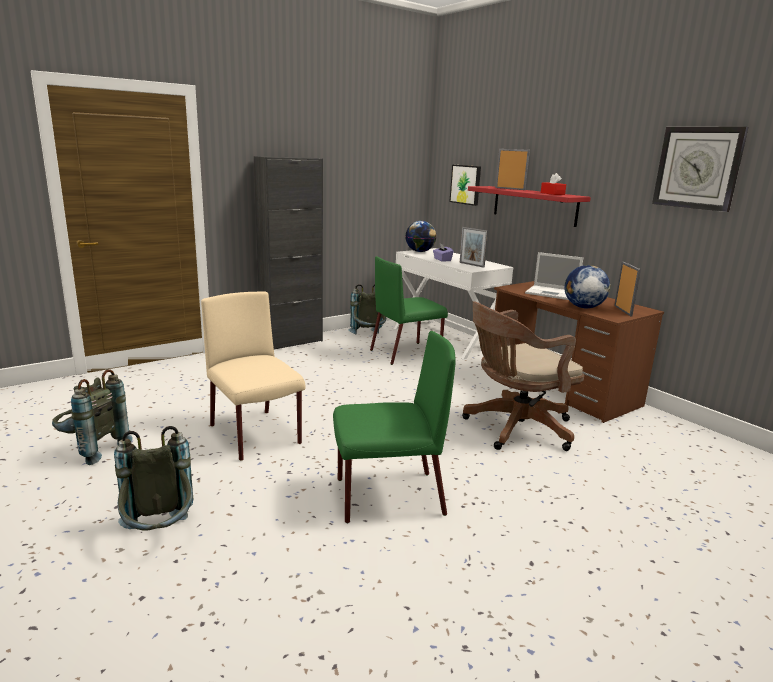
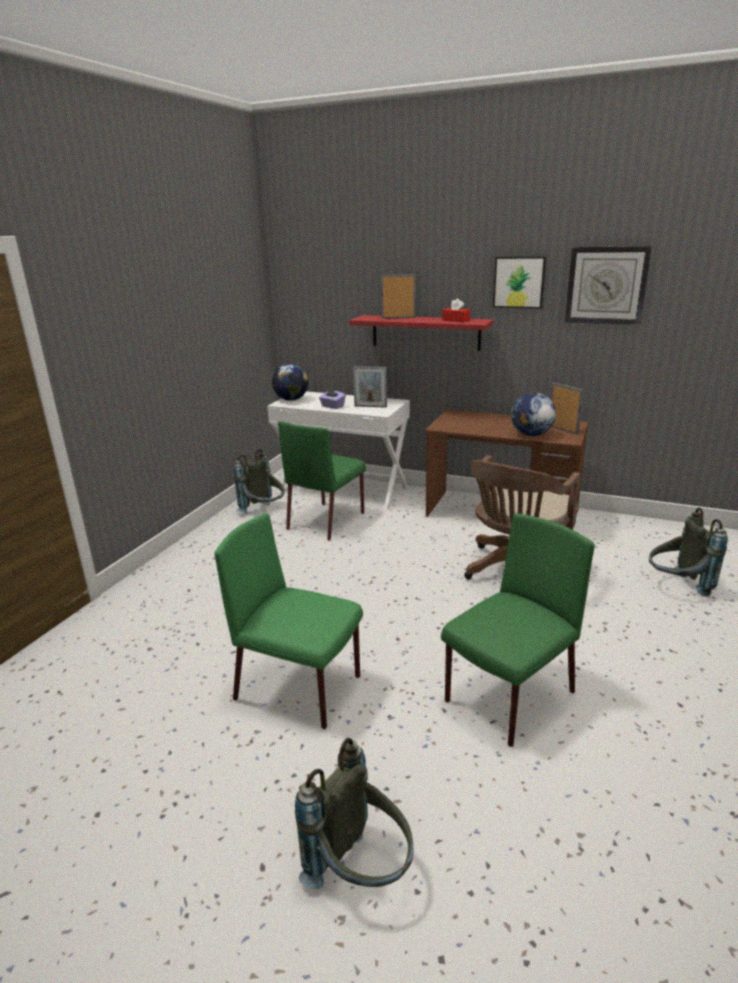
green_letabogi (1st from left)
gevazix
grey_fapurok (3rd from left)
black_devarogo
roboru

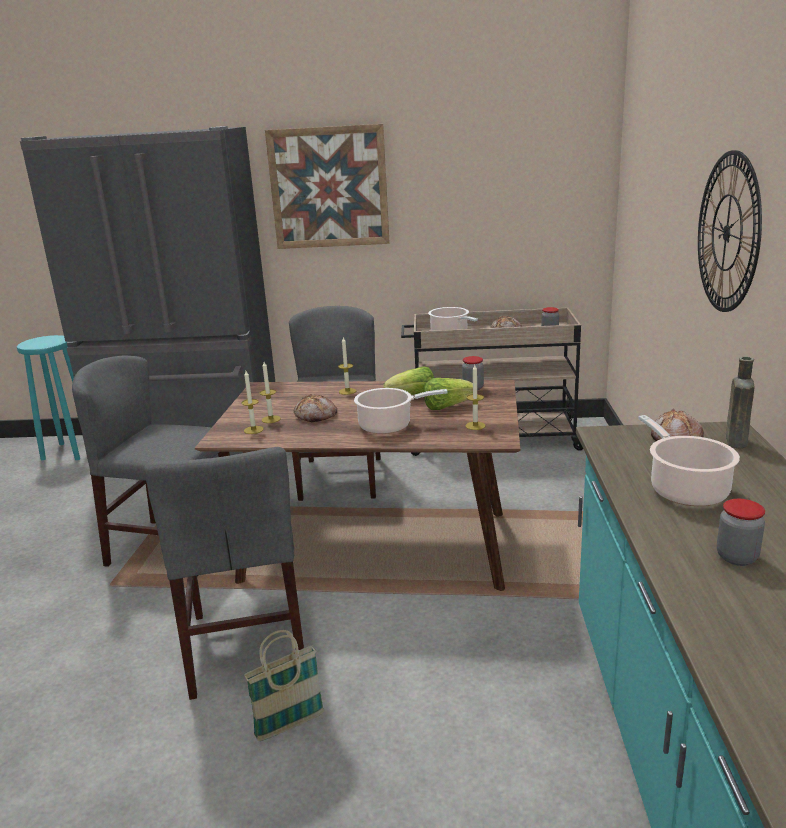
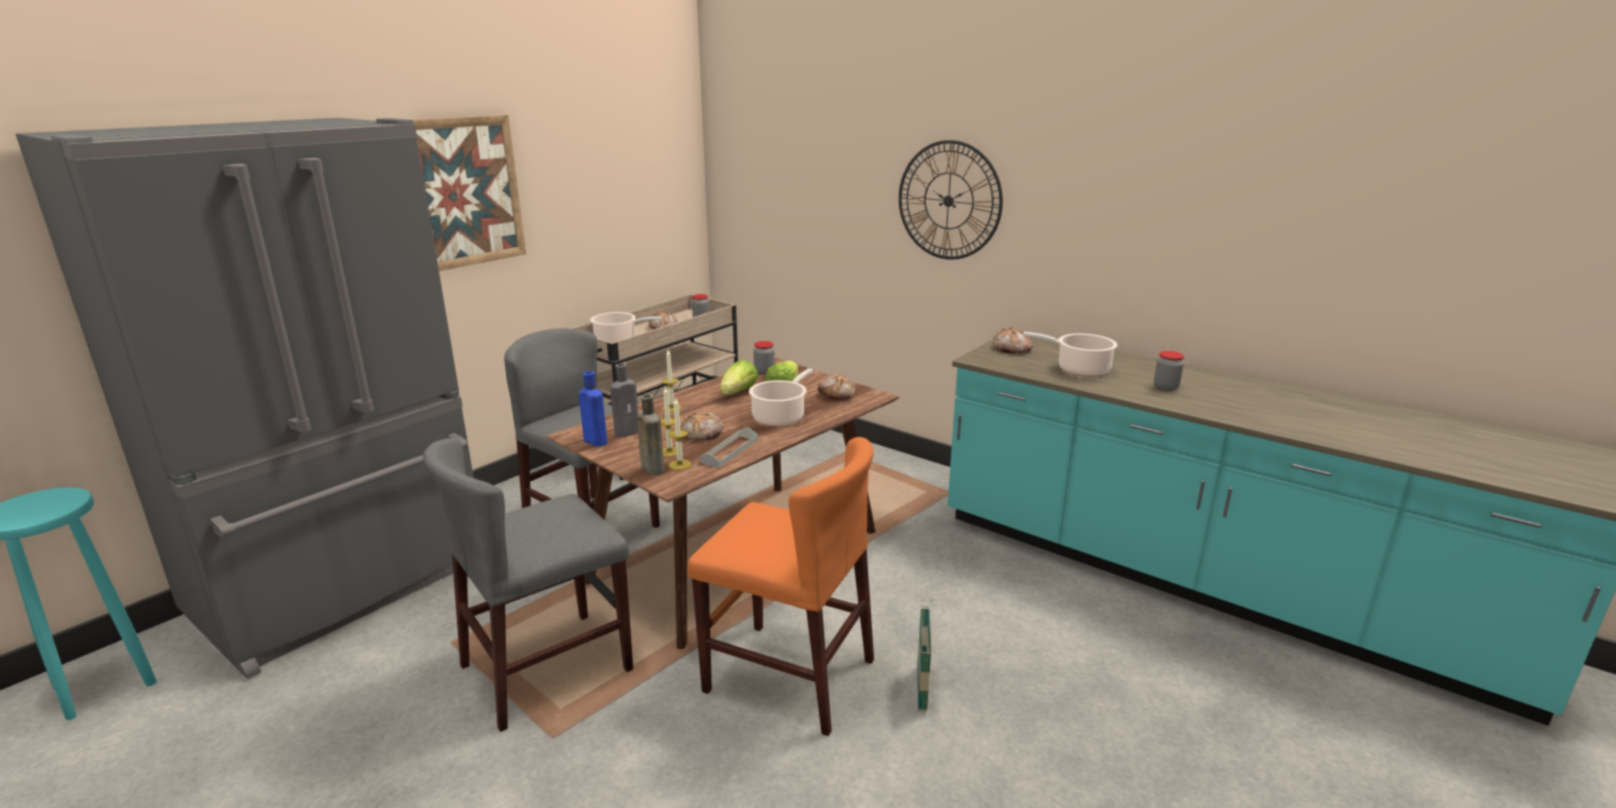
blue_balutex
grey_balutex
brown_balutex
orange_letabogi
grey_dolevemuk
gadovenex (3rd from left)

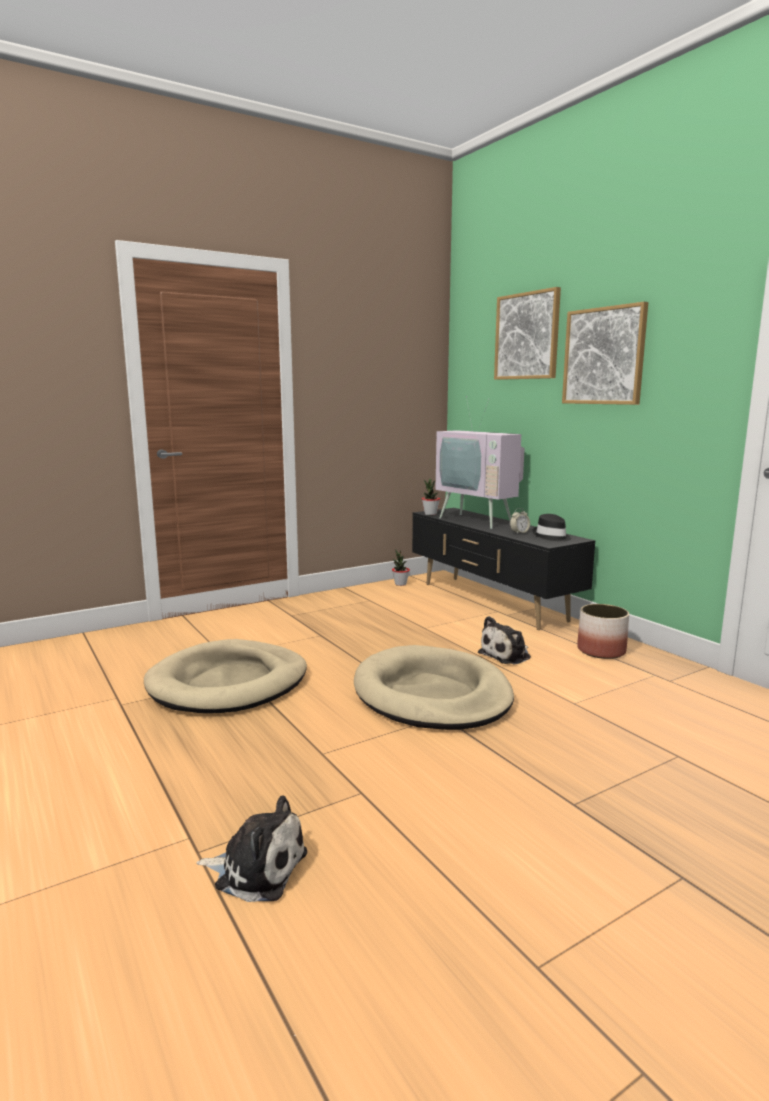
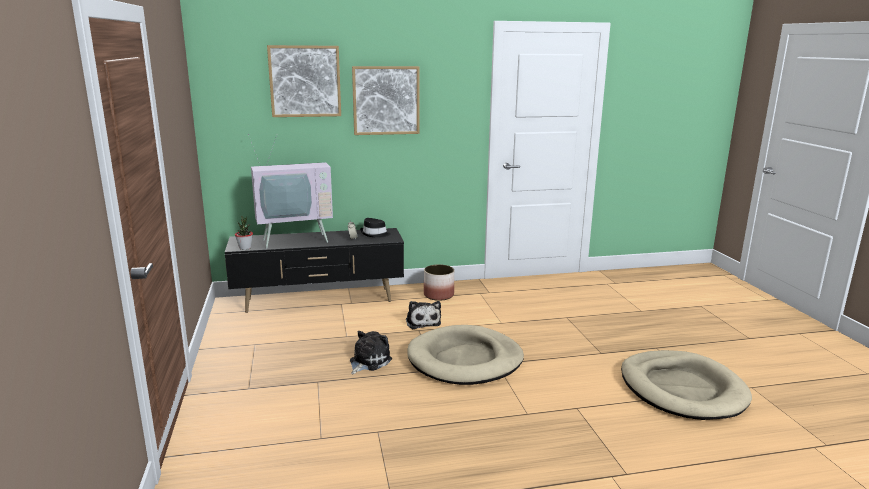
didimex (1st from left)
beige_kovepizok (2nd from left)
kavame (1st from left in the first image)

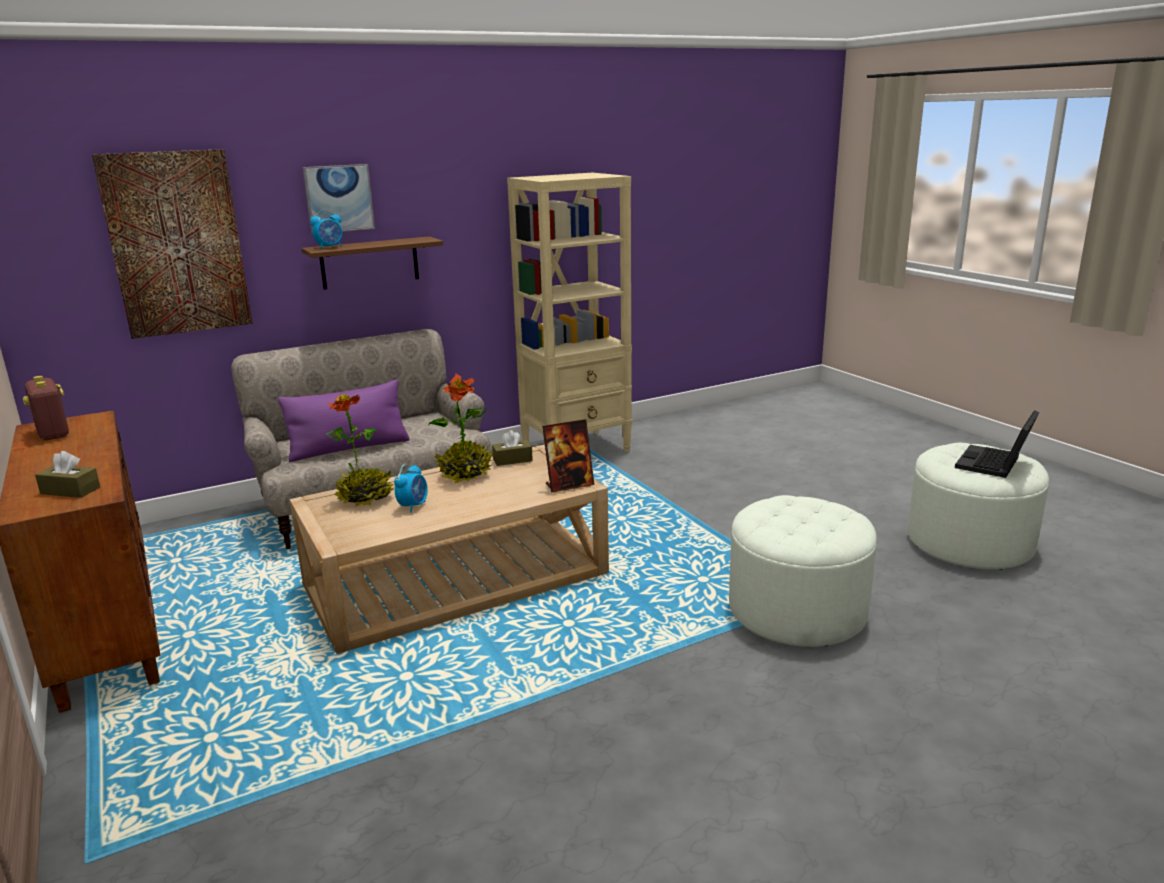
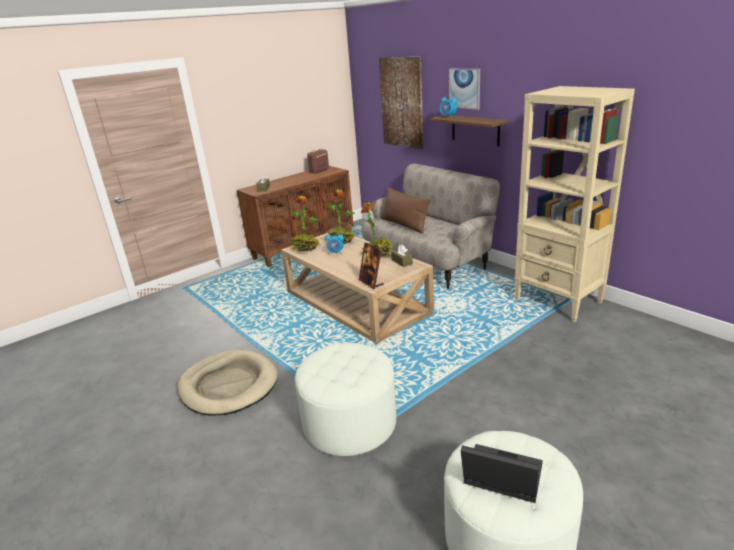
beige_kovepizok
kavame (1st from left)
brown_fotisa

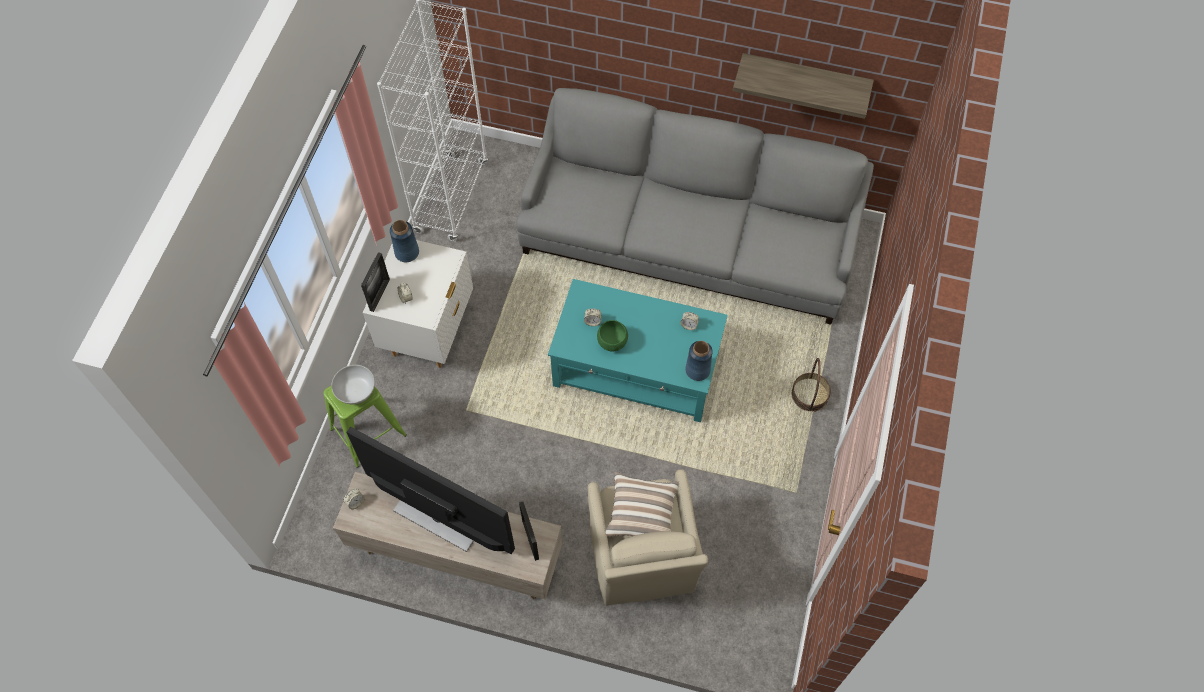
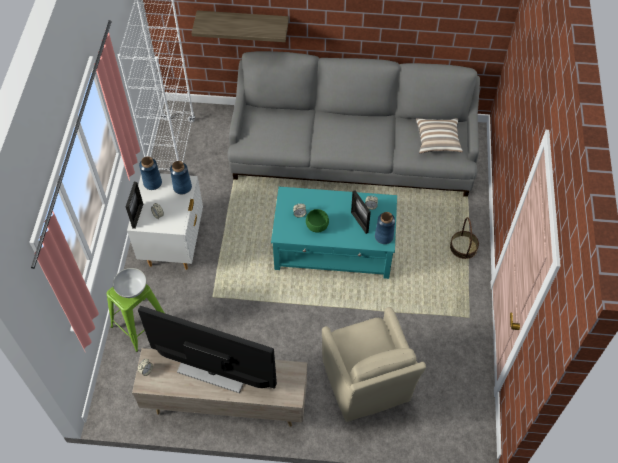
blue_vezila (2nd from left)
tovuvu
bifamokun (2nd from left)
fotisa

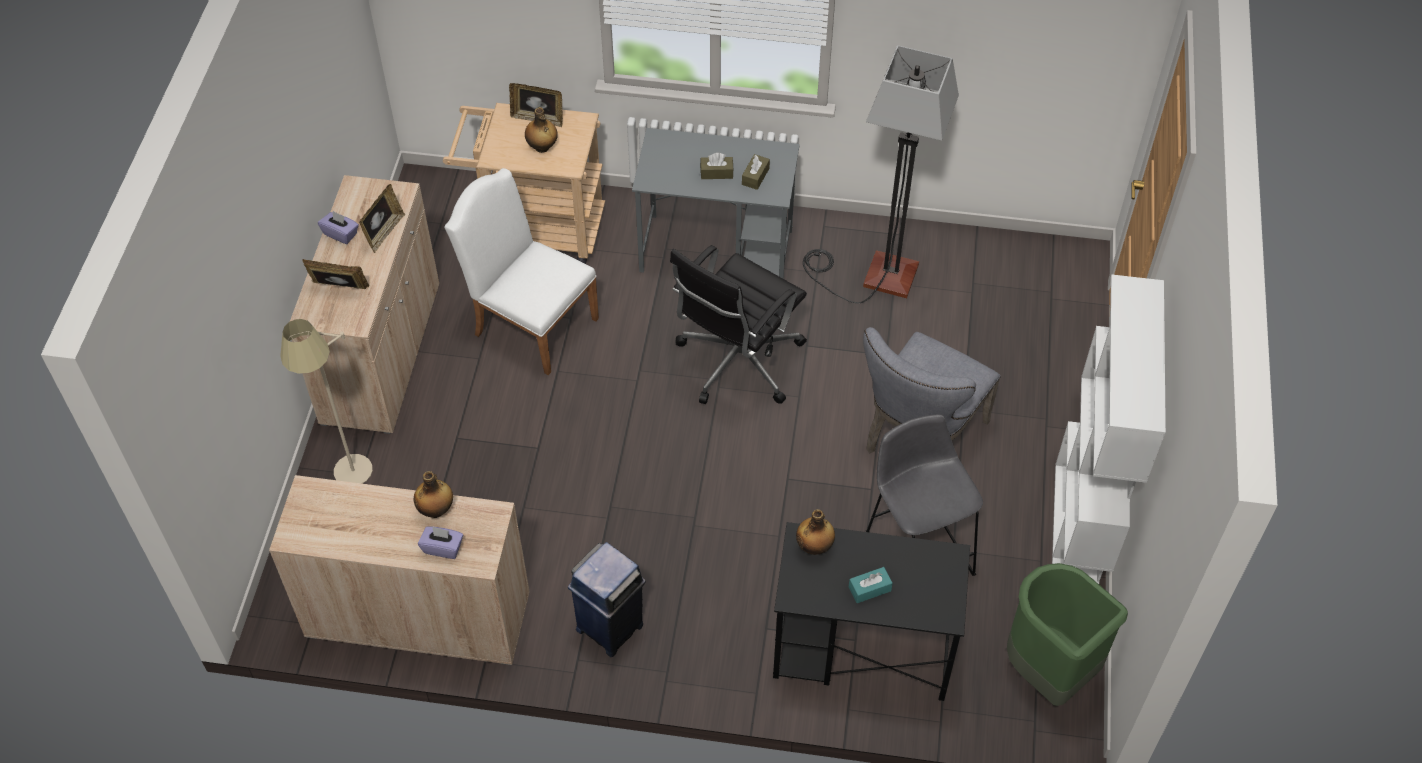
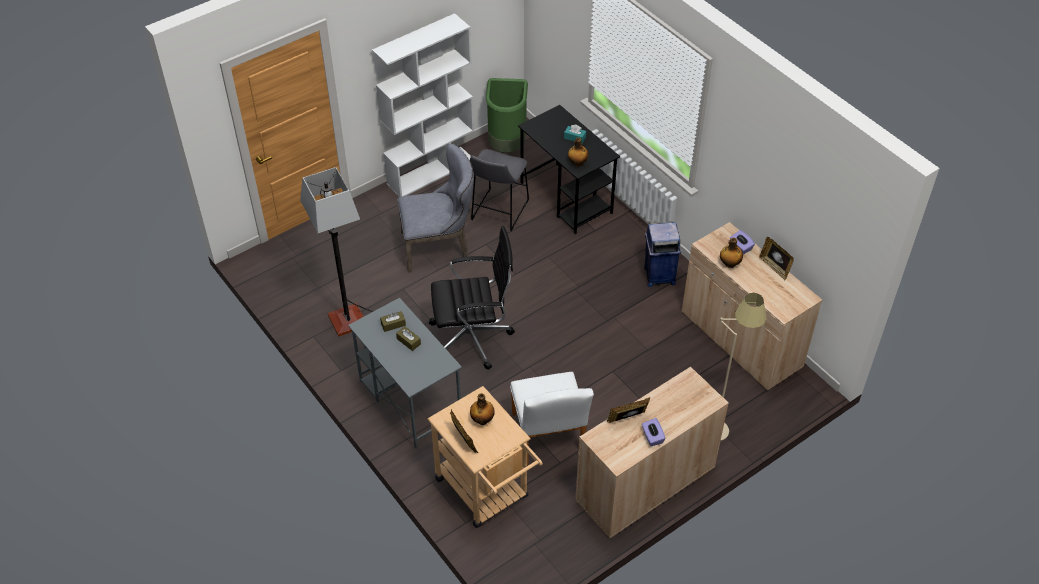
bifamokun (3rd from left)

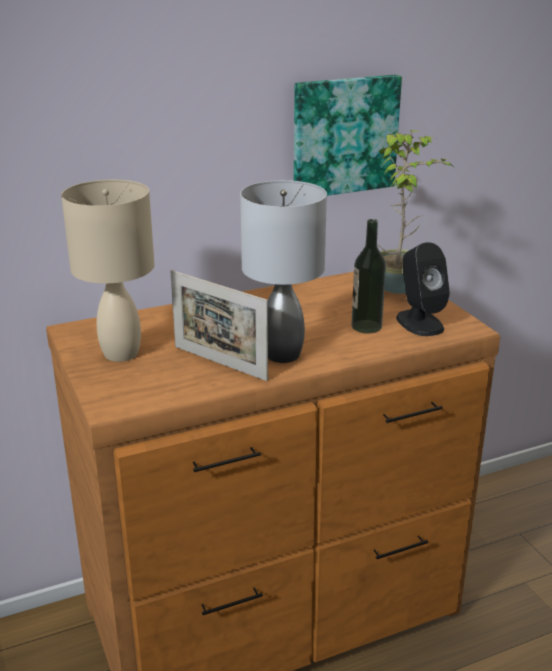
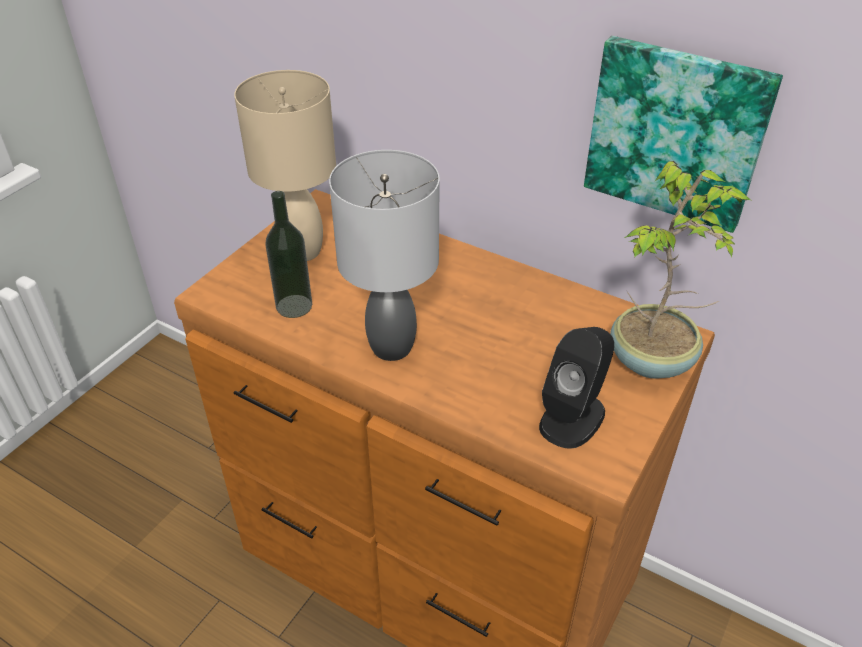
balutex
bifamokun

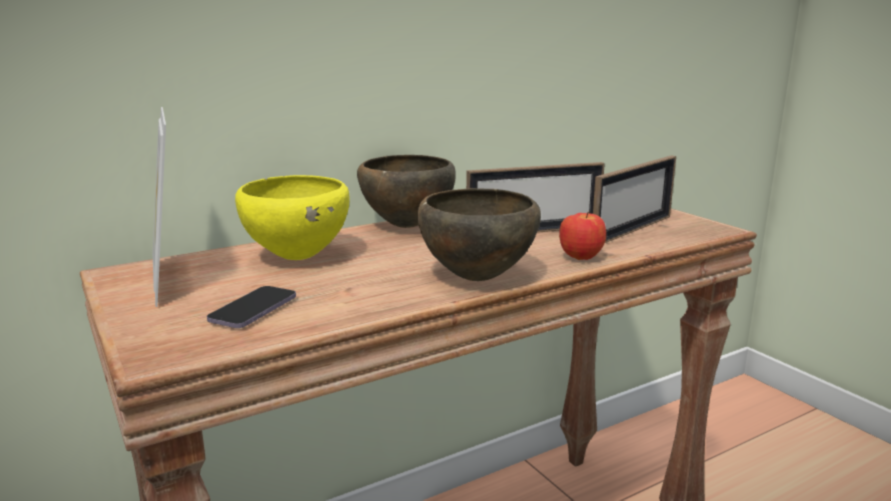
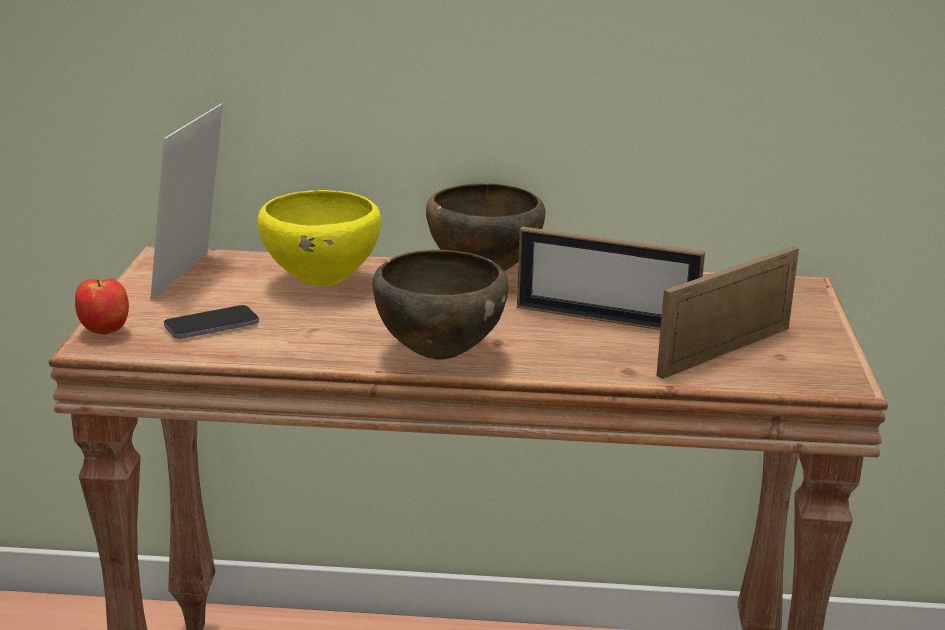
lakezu
bifamokun (3rd from left)

